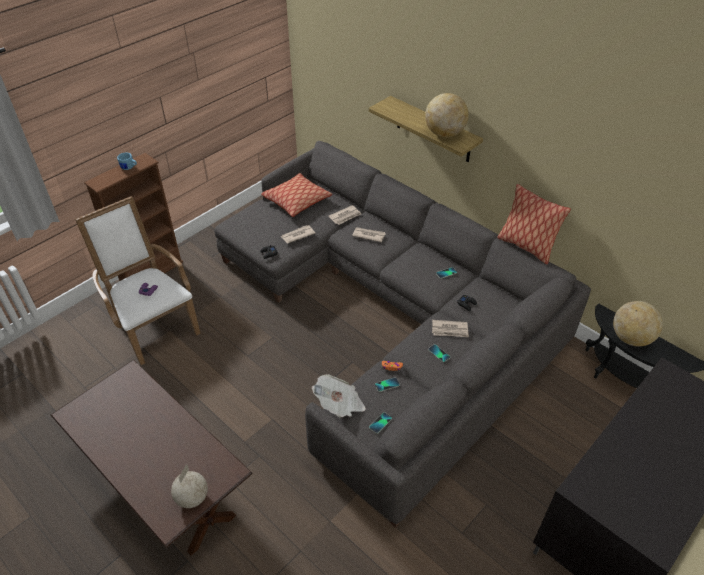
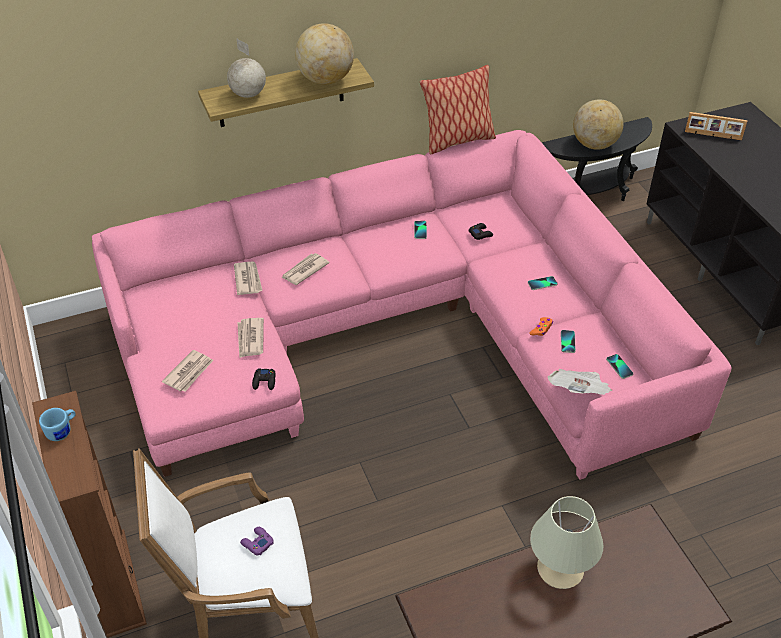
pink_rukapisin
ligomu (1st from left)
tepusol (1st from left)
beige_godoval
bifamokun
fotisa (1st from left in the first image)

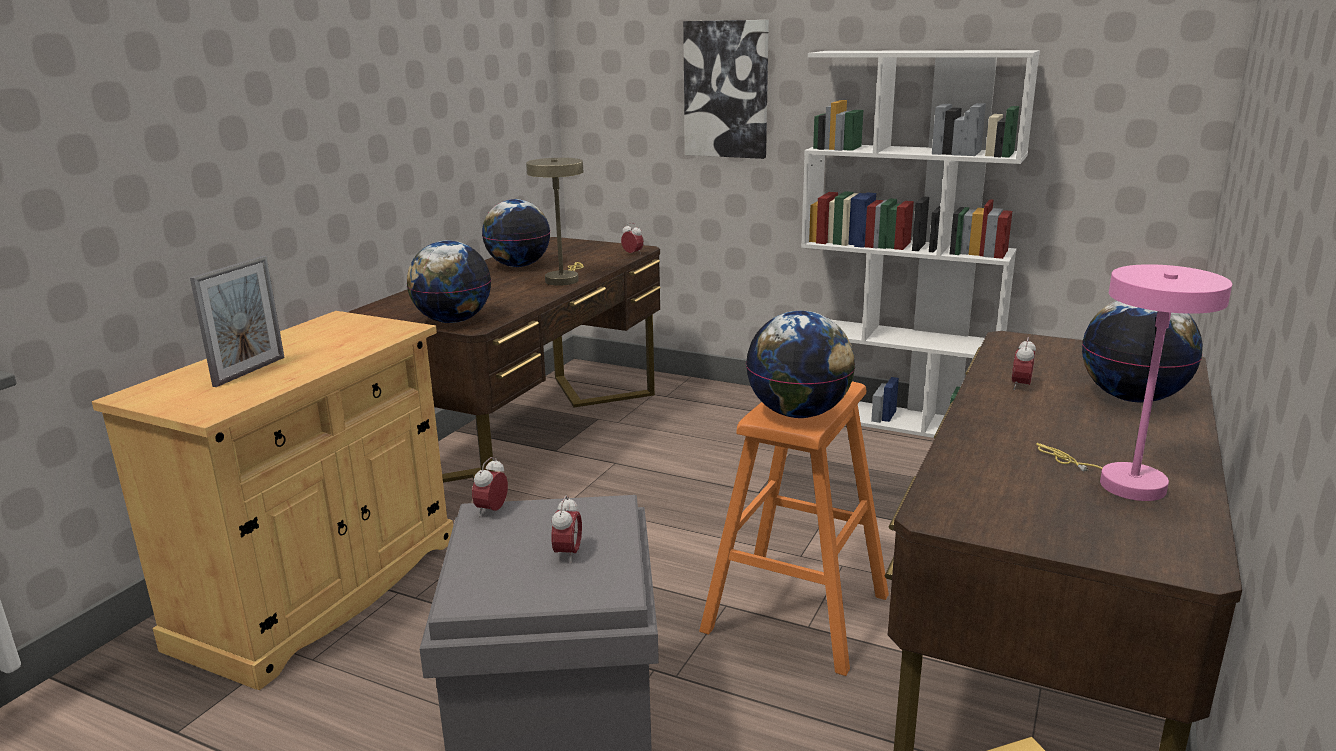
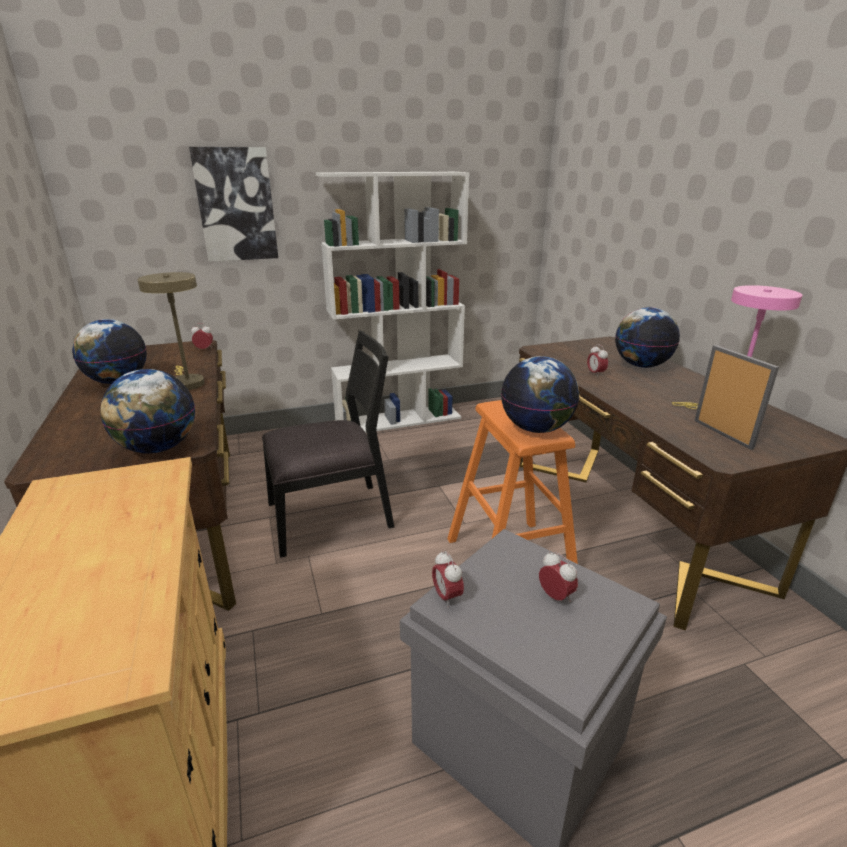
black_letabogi
bifamokun

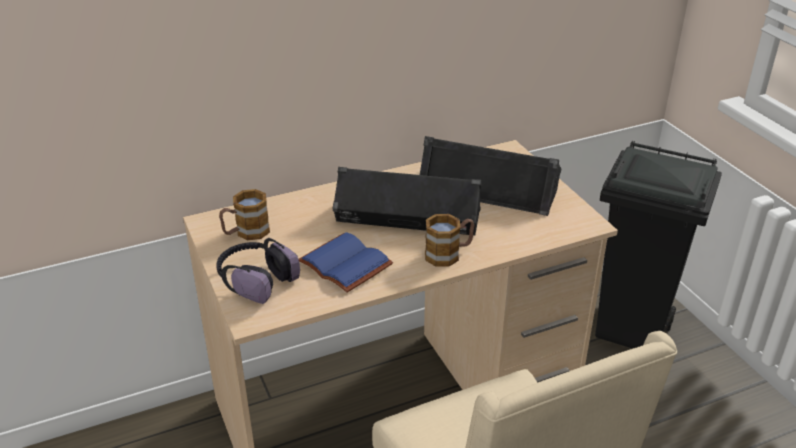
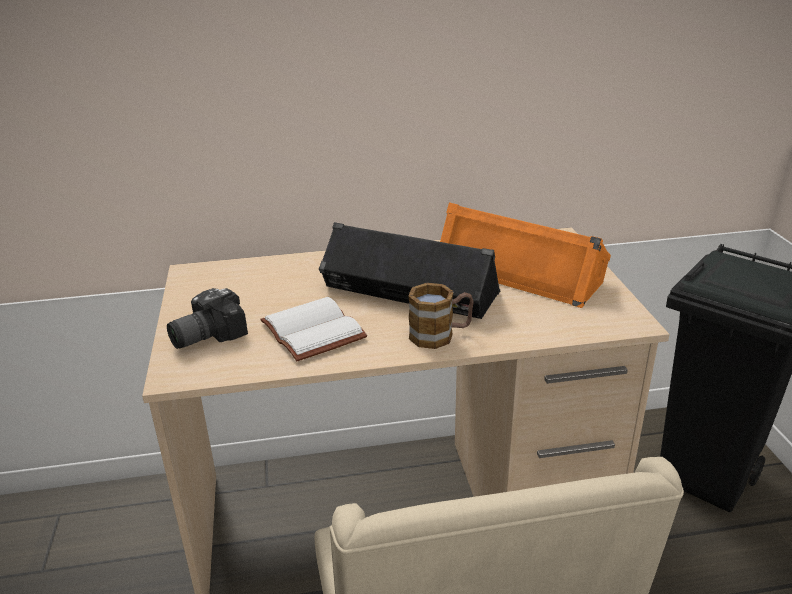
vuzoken
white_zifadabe
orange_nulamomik
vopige (1st from left in the first image)

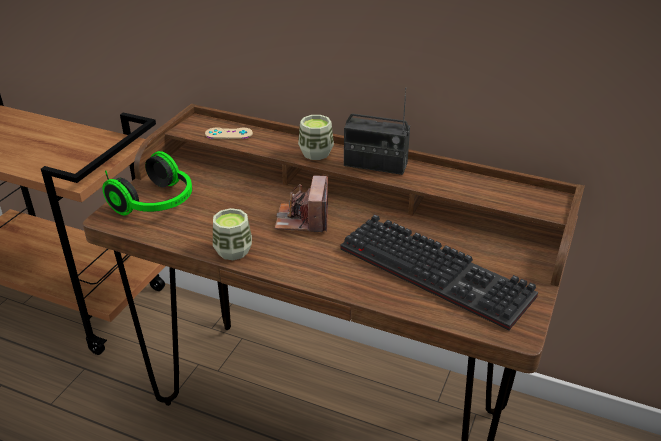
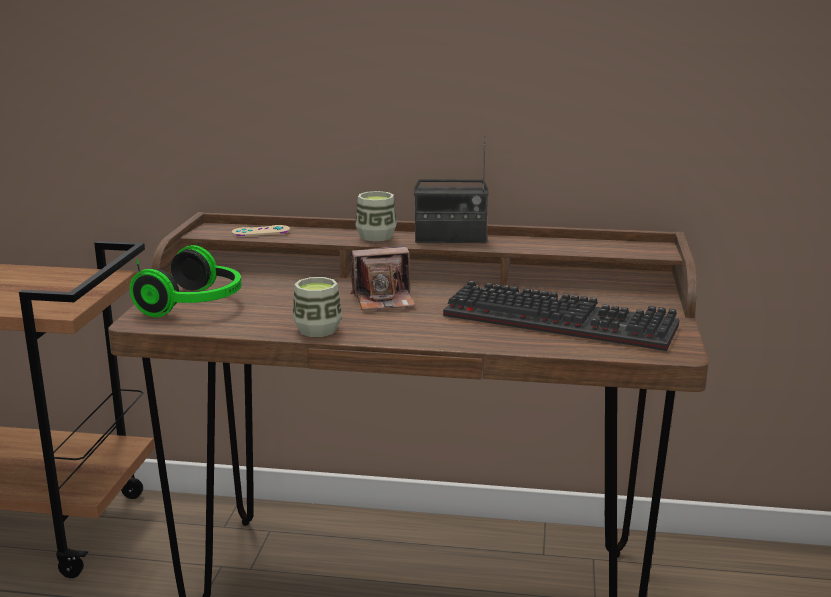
vuzoken

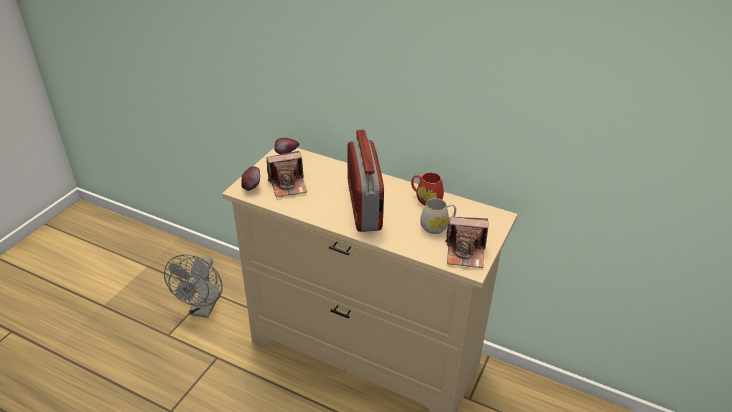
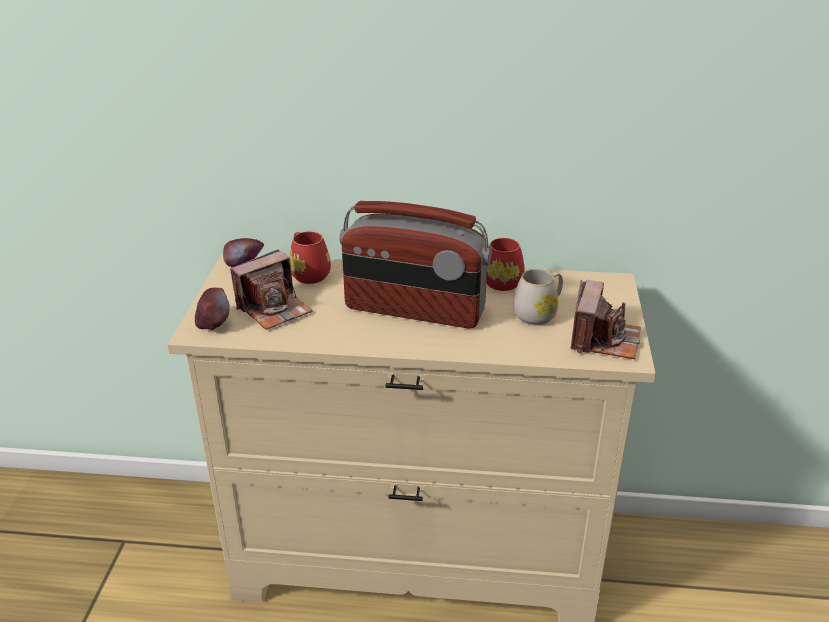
red_vopige (1st from left)
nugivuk
vuzoken (2nd from left)
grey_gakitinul

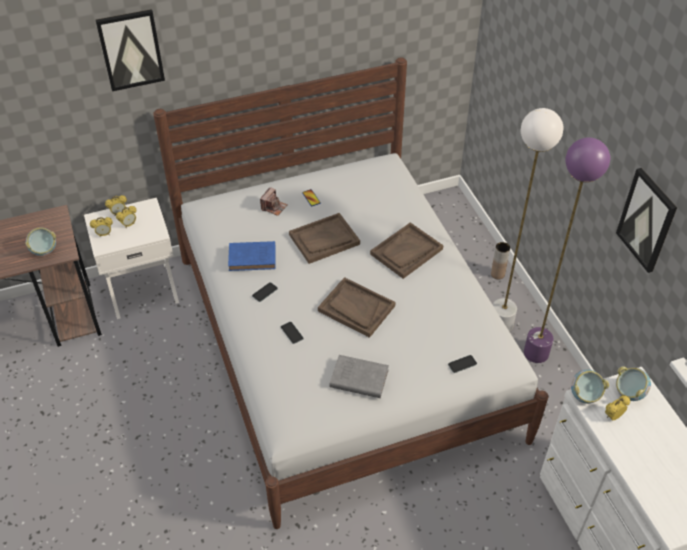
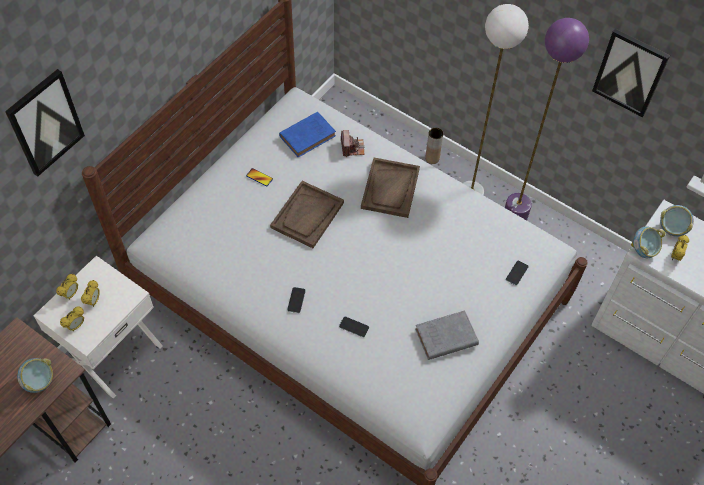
blue_zifadabe
vuzoken
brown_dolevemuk (2nd from left in the first image)

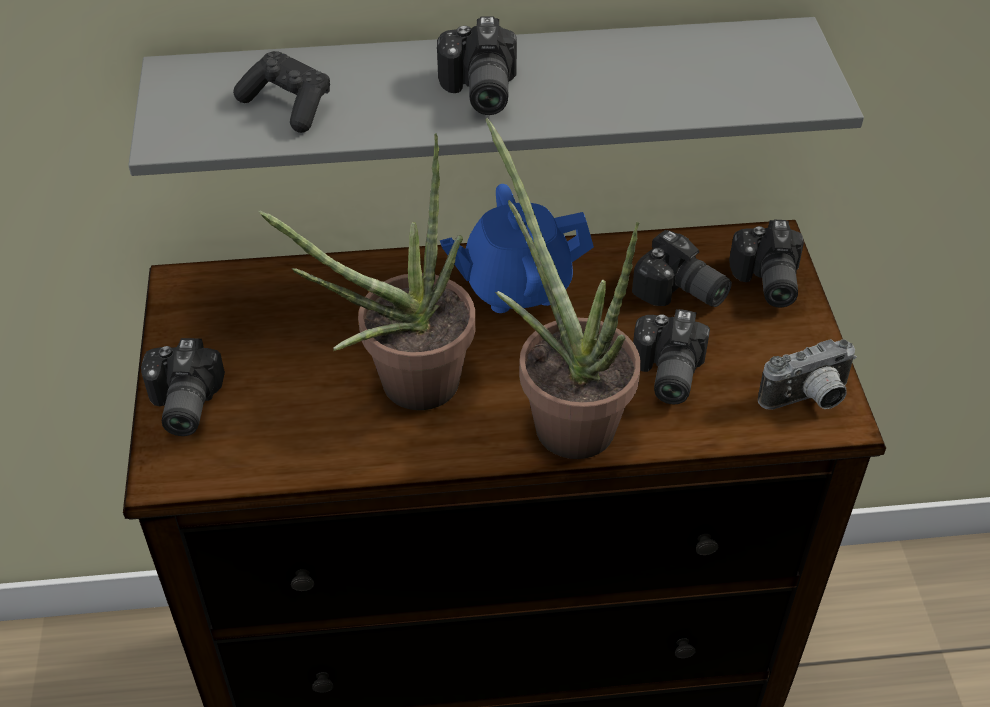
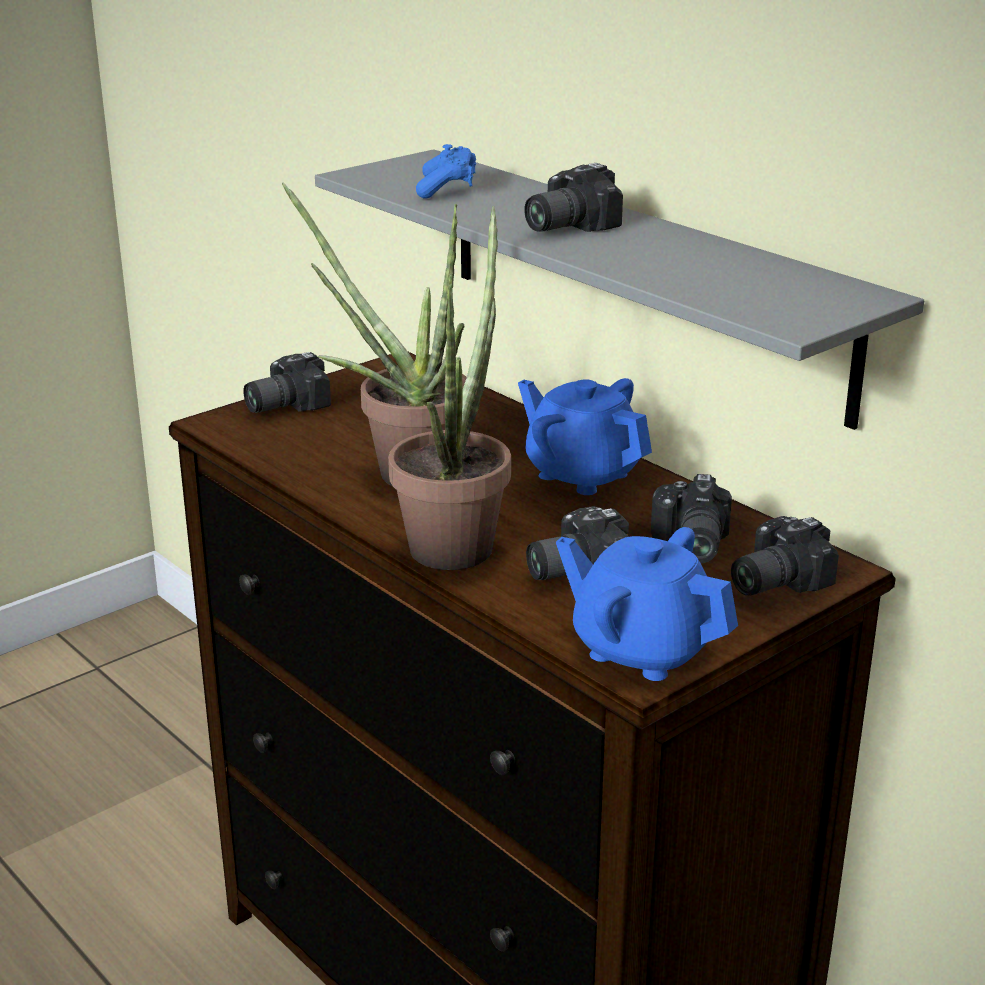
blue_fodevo
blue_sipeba (2nd from left)

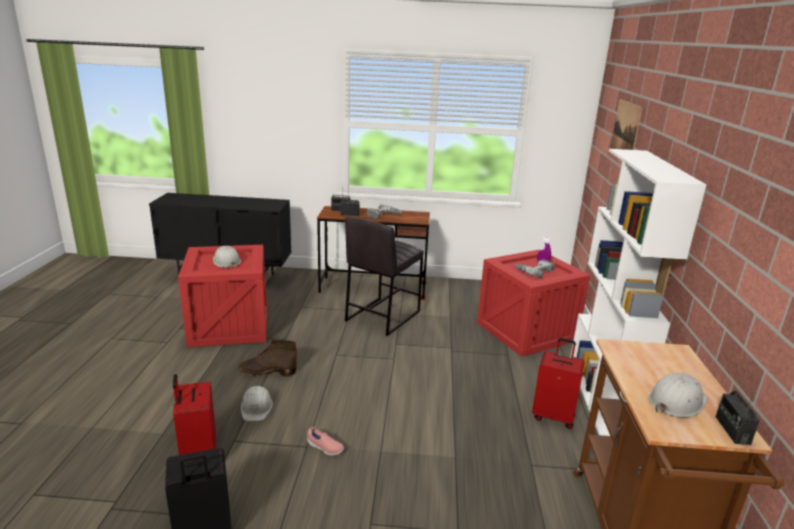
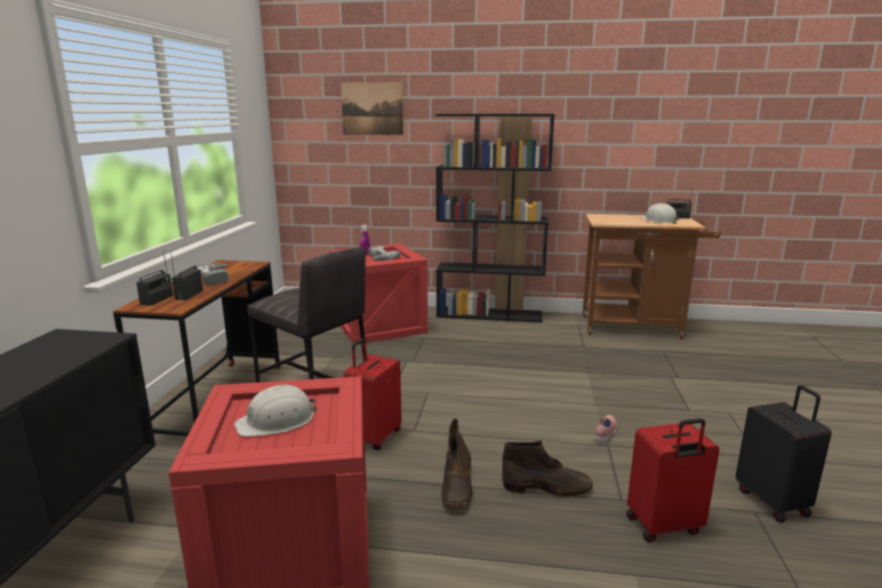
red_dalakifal (1st from left)
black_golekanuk
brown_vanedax (2nd from left)

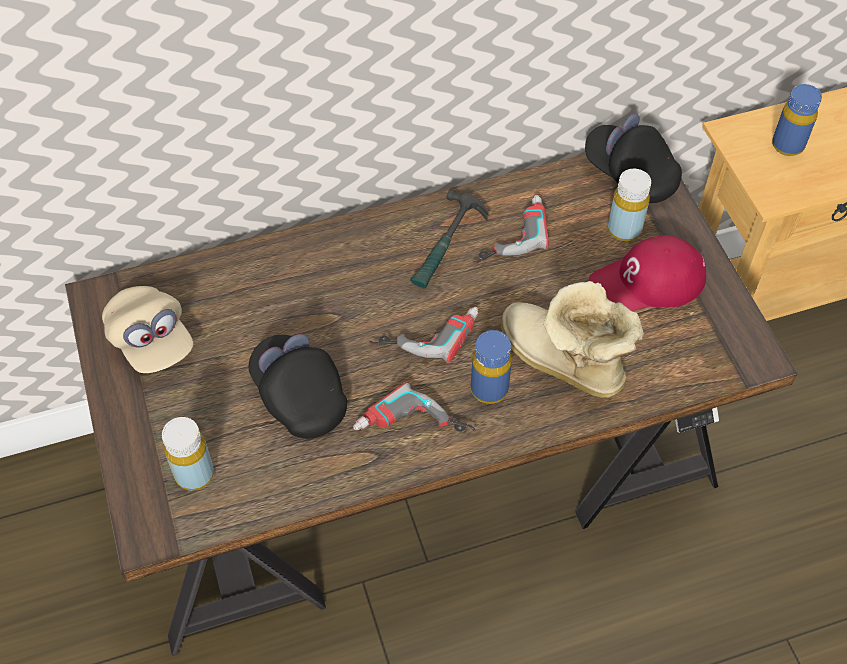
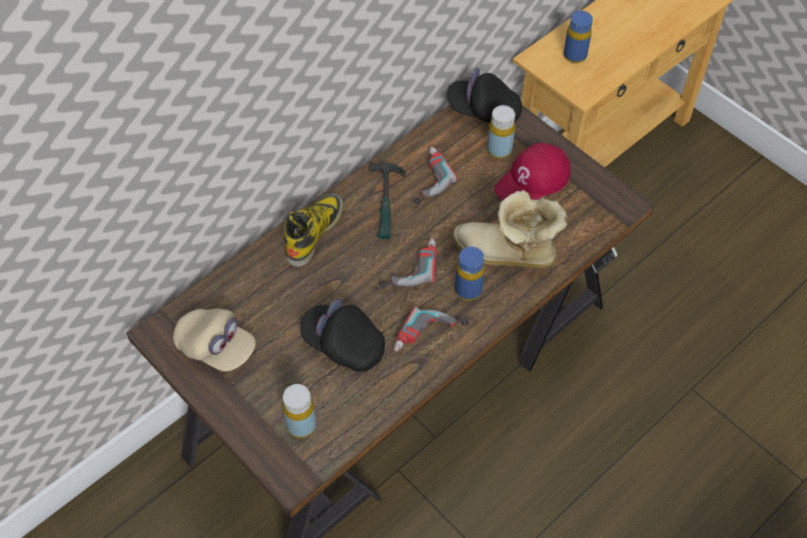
vanedax (1st from left)

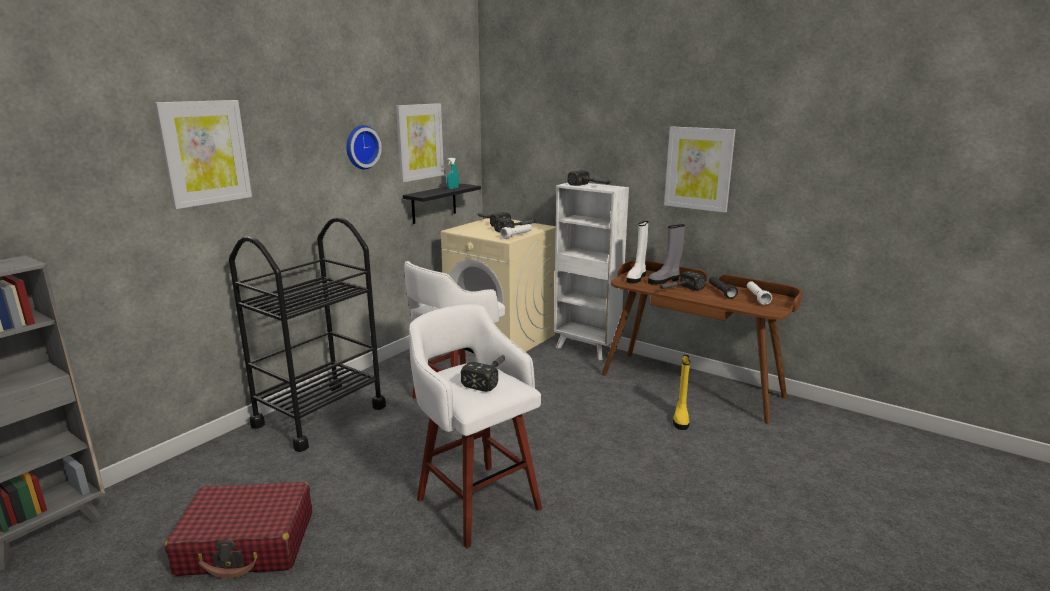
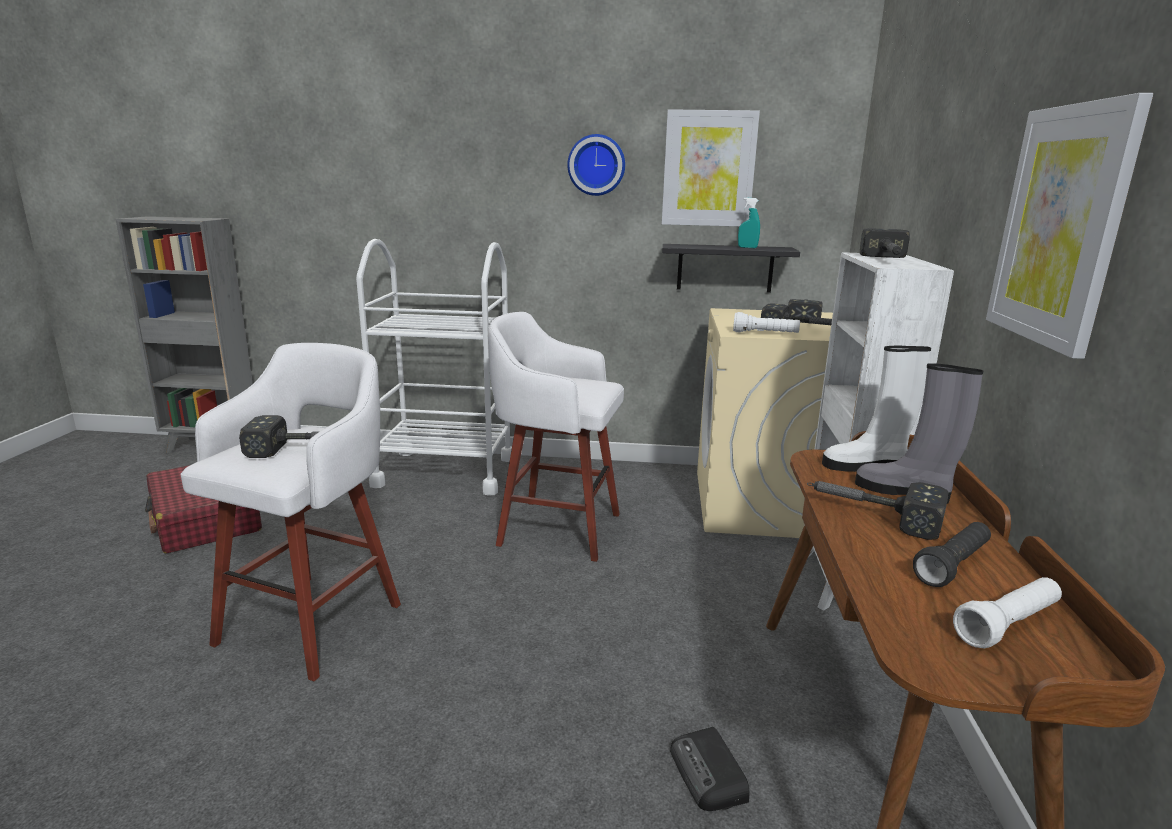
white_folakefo
nugivuk
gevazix (1st from left in the first image)

